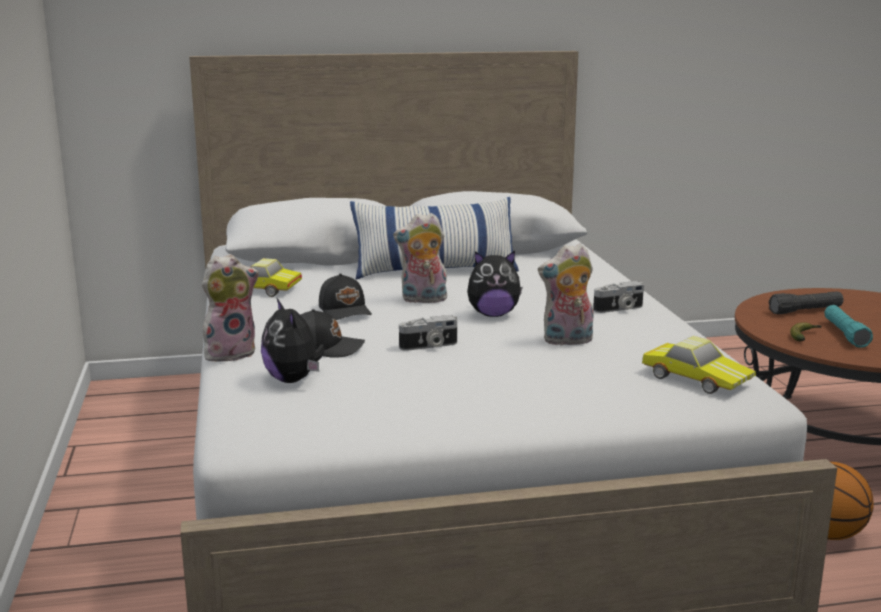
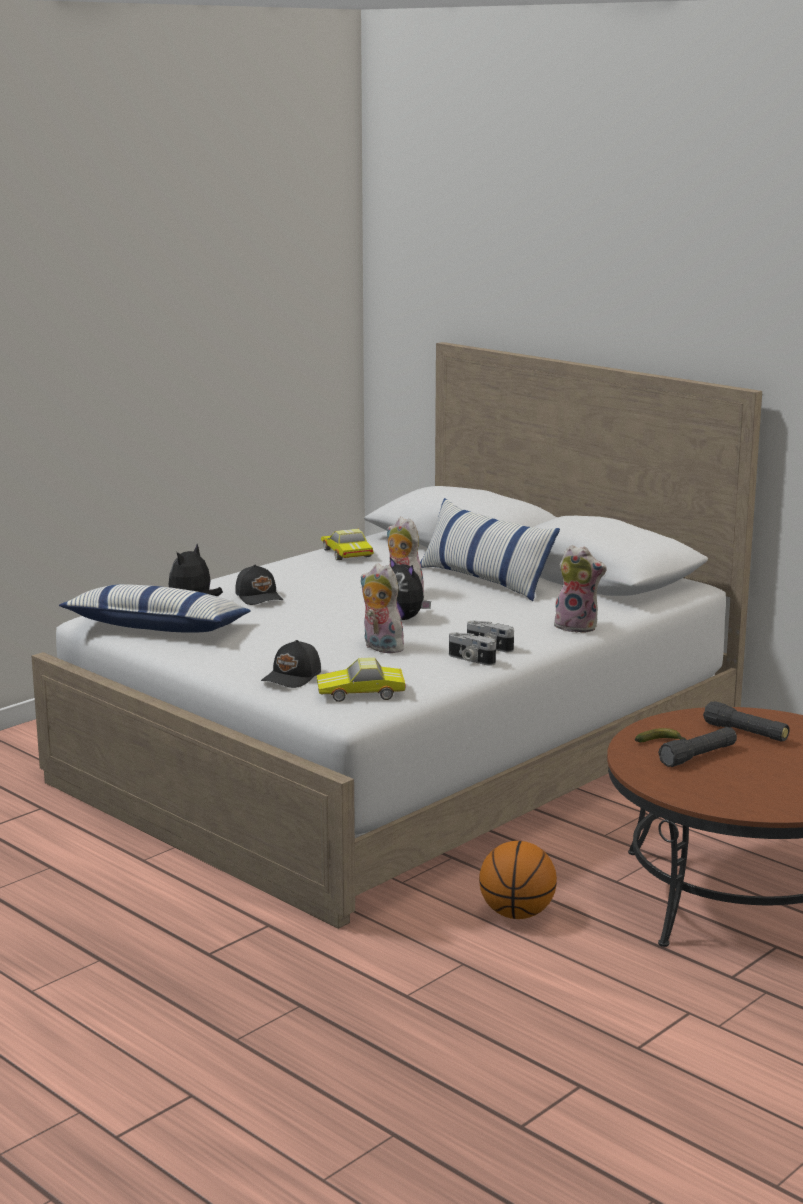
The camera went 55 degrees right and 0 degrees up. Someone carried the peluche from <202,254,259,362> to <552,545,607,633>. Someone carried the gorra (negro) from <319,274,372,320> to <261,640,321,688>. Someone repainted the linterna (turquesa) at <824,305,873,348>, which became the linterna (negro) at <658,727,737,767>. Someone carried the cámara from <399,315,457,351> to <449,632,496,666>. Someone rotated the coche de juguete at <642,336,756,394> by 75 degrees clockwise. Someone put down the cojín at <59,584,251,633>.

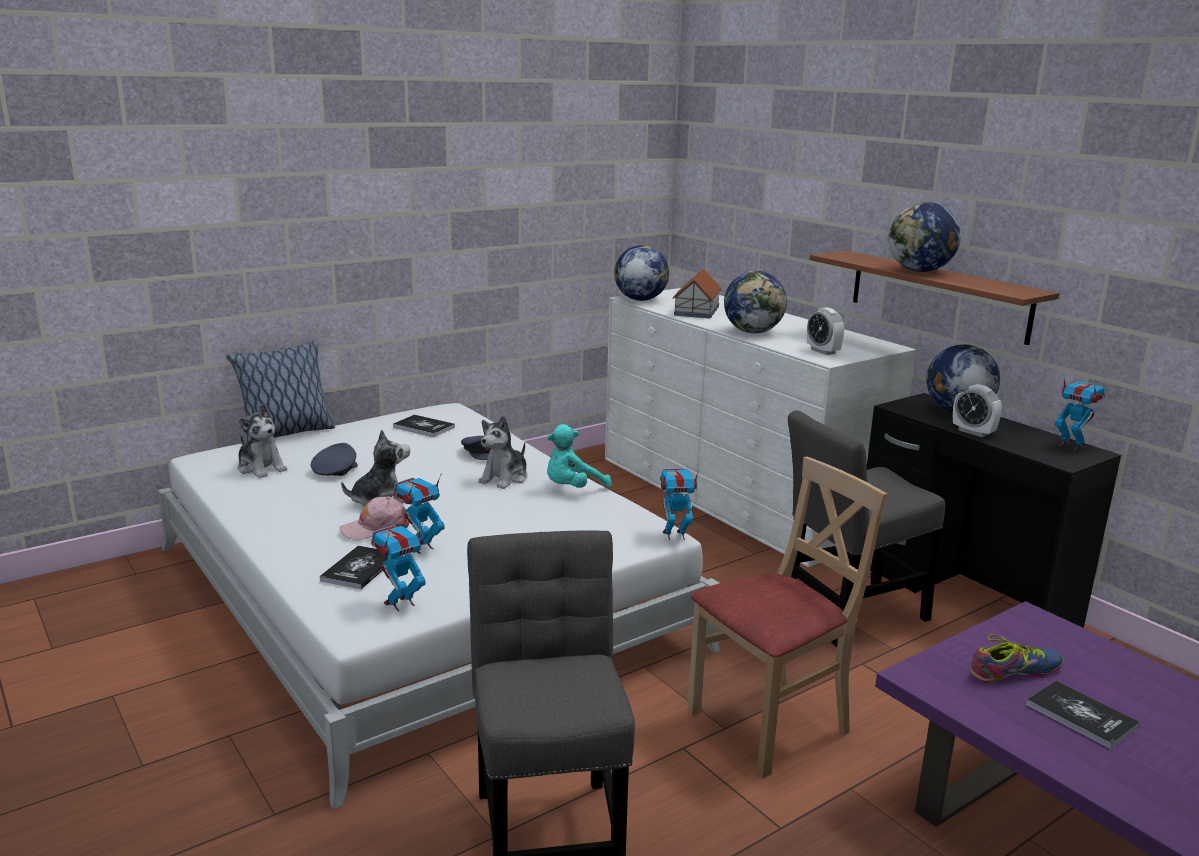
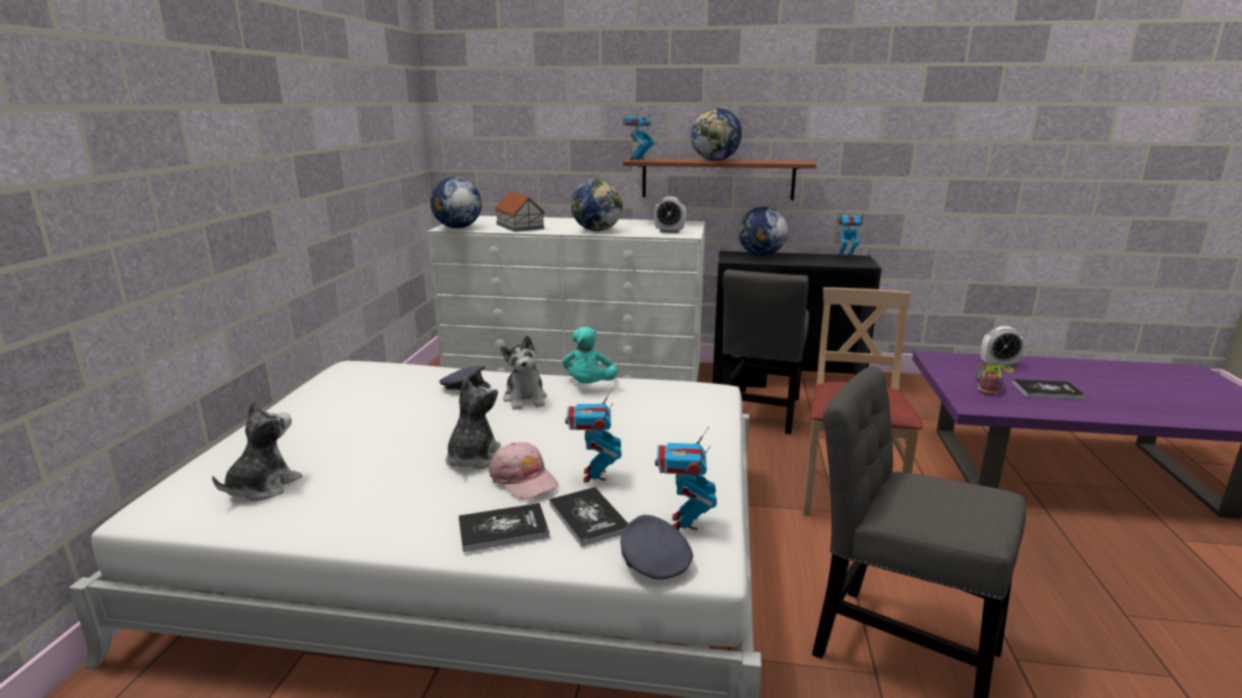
The camera went 45 degrees left and 0 degrees up. Someone took away the cojín at <226,341,335,442>. Someone carried the despertador from <953,384,1002,437> to <981,326,1024,367>. Someone rotated the peluche at <238,404,288,478> by 60 degrees counterclockwise. Someone carried the libro from <393,415,455,437> to <459,503,550,552>. Someone carried the gorra (gris) from <311,443,358,476> to <620,515,693,580>. Someone carried the robot de juguete from <660,468,699,540> to <622,108,654,161>. Someone rotated the gorra (rosa) at <339,496,409,541> by 60 degrees counterclockwise.

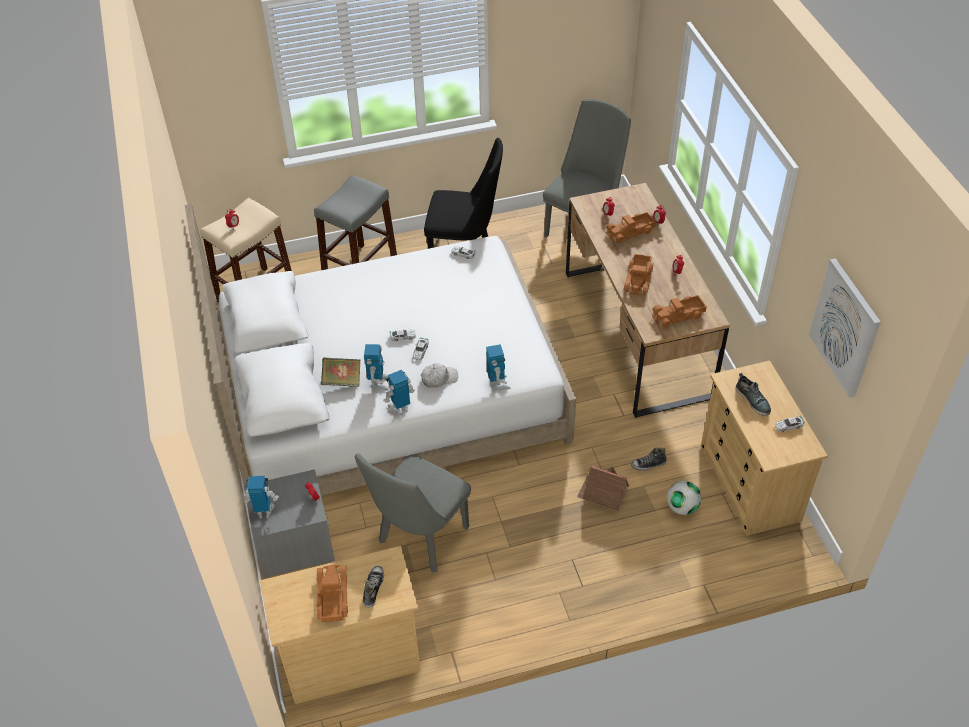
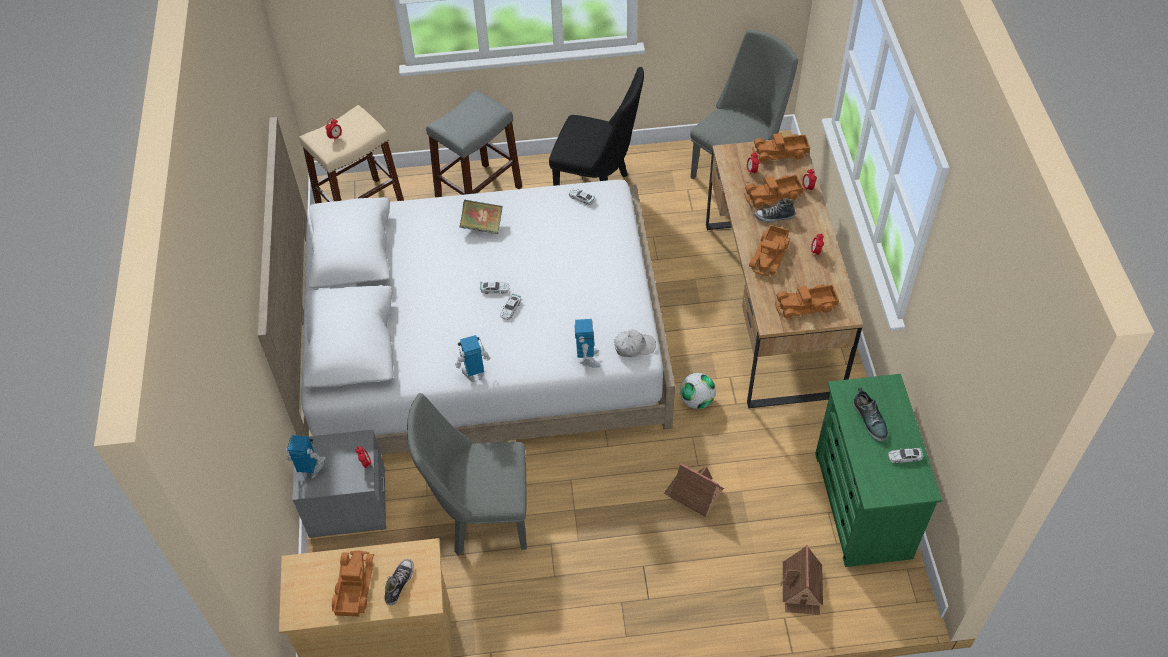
The camera went 10 degrees right and 5 degrees up. Someone took away the cuadro at <809,258,881,398>. Someone took away the robot de juguete at <364,344,389,391>. Someone carried the libro from <321,357,360,387> to <460,199,503,234>. Someone repainted the cómoda (beis) at <701,361,828,536>, which became the cómoda (verde) at <815,374,942,567>. Someone carried the gorra (blanco) from <421,363,458,388> to <614,329,656,357>. Someone carried the zapato from <631,448,667,471> to <754,198,795,223>. Someone rotated the silla (gris) at <355,453,471,573> by 45 degrees clockwise. Someone carried the balón de fútbol from <667,481,701,515> to <680,373,716,409>. Someone put down the camión de juguete at <752,133,810,162>. Someone put down the casita at <781,545,823,615>.

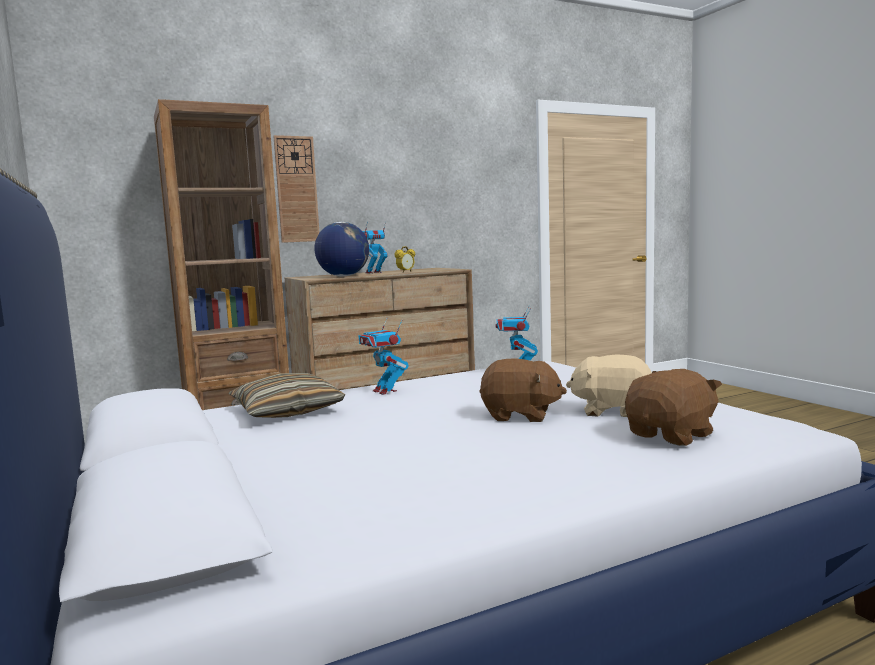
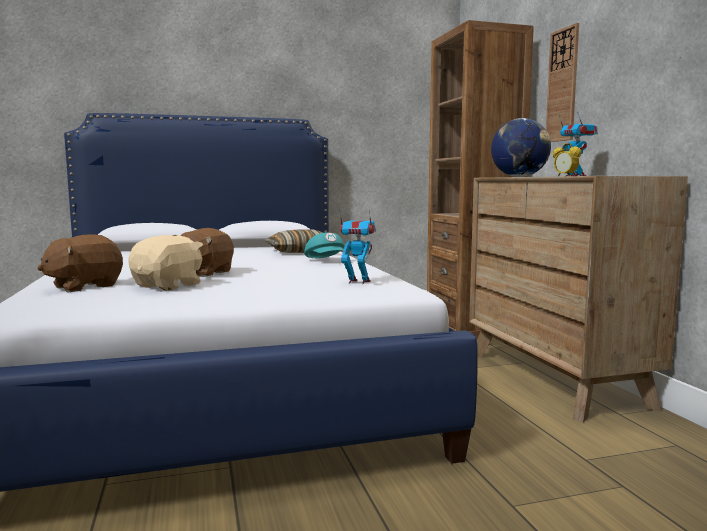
The camera went 100 degrees right and 0 degrees up. Someone swapped the robot de juguete at <358,317,408,395> for the gorra (turquesa) at <304,232,344,258>. Someone rotated the peluche (marrón) at <625,369,722,446> by 75 degrees clockwise.

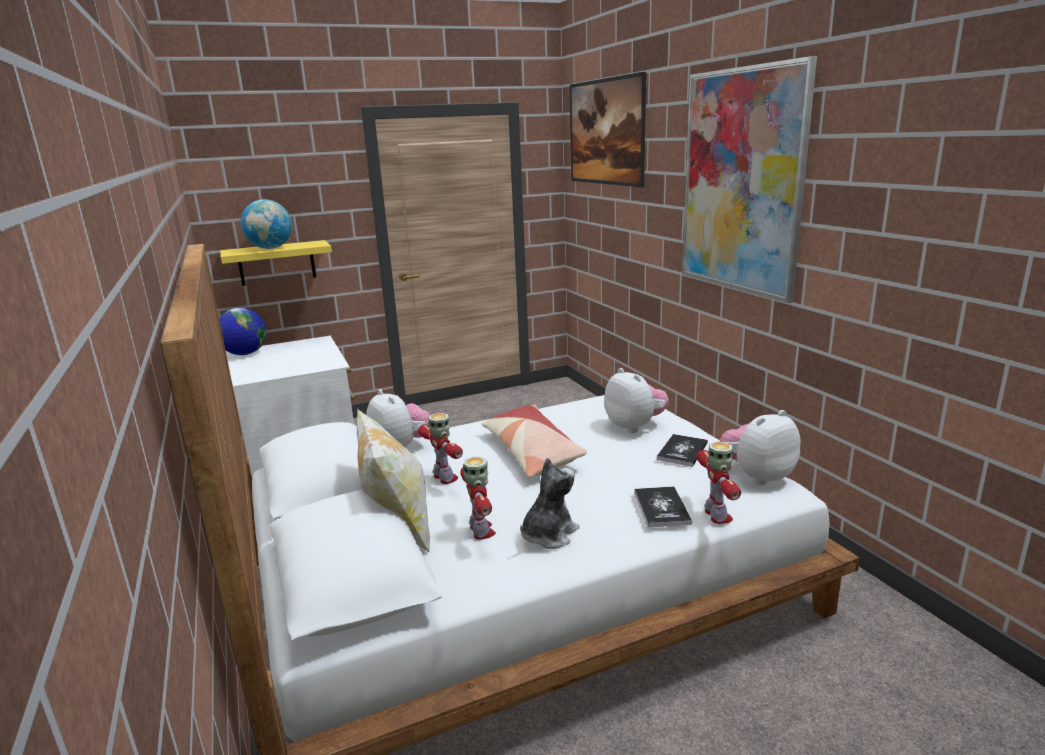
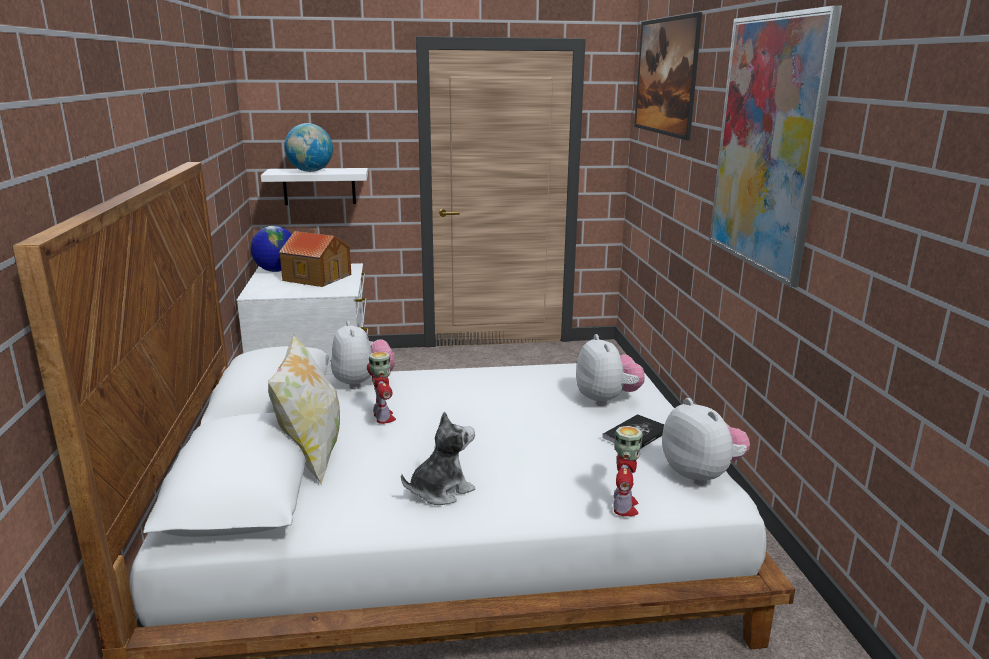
The camera went 15 degrees right and 0 degrees up. Someone repainted the estante (amarillo) at <220,240,332,286>, which became the estante (blanco) at <261,168,368,205>. Someone took away the cojín at <482,404,587,478>. Someone rotated the peluche at <720,410,800,485> by 75 degrees clockwise. Someone took away the robot de juguete at <460,457,496,540>. Someone took away the libro at <634,486,692,528>. Someone put down the casita at <279,228,351,287>.

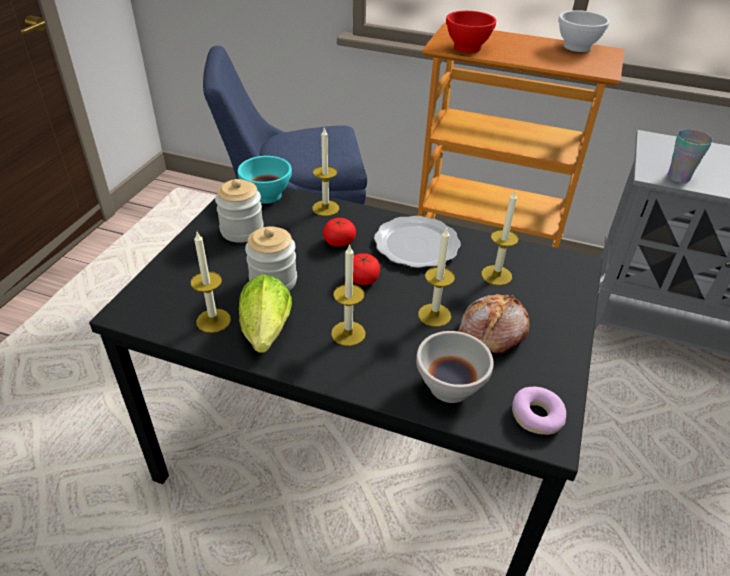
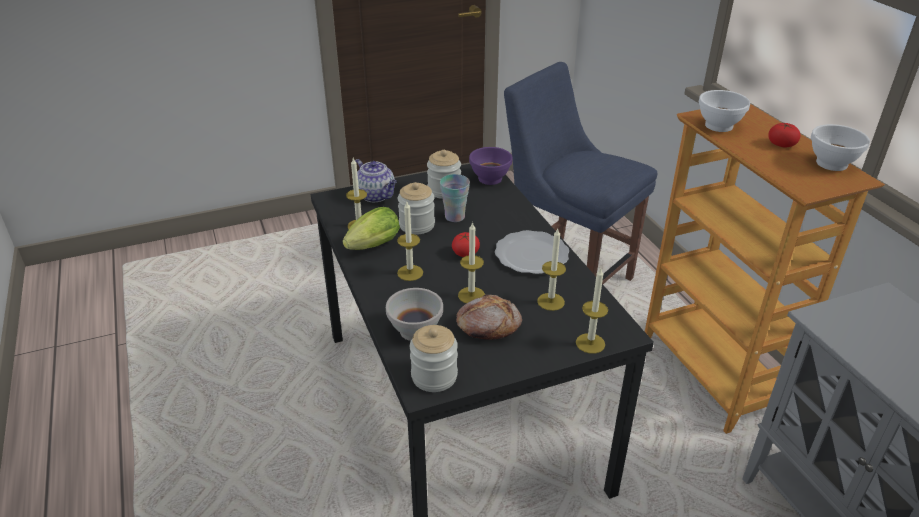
The camera went 50 degrees right and 5 degrees down. Someone repainted the cuenco (rojo) at <446,11,496,53>, which became the cuenco (blanco) at <699,90,750,132>. Someone carried the vela from <312,128,339,216> to <576,268,608,354>. Someone carried the taza from <667,129,713,183> to <440,174,470,222>. Someone repainted the cuenco (turquesa) at <238,156,292,204>, which became the cuenco (morado) at <469,147,512,185>. Someone carried the tomate from <323,218,356,247> to <768,122,800,147>. Someone swapped the rosquilla at <512,387,566,435> for the tarro at <410,325,458,392>. Someone put down the tetera at <355,159,397,202>.

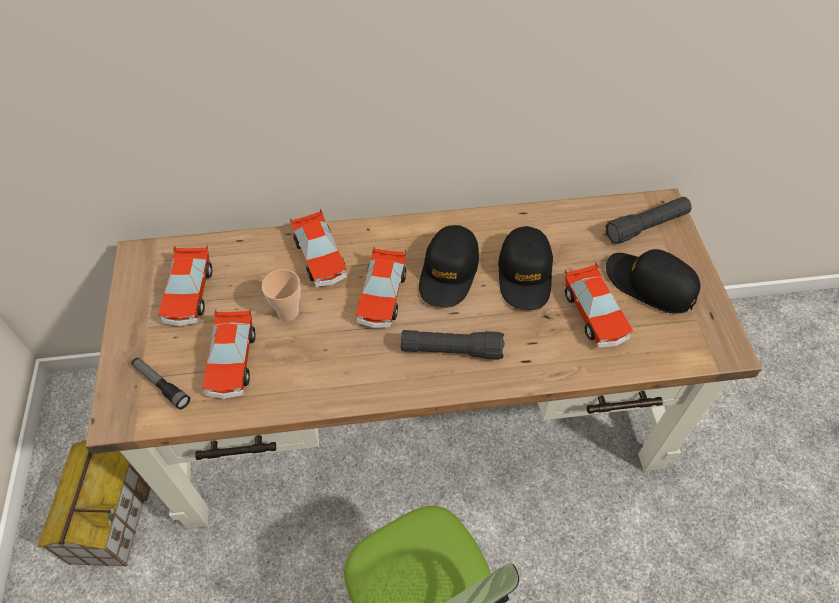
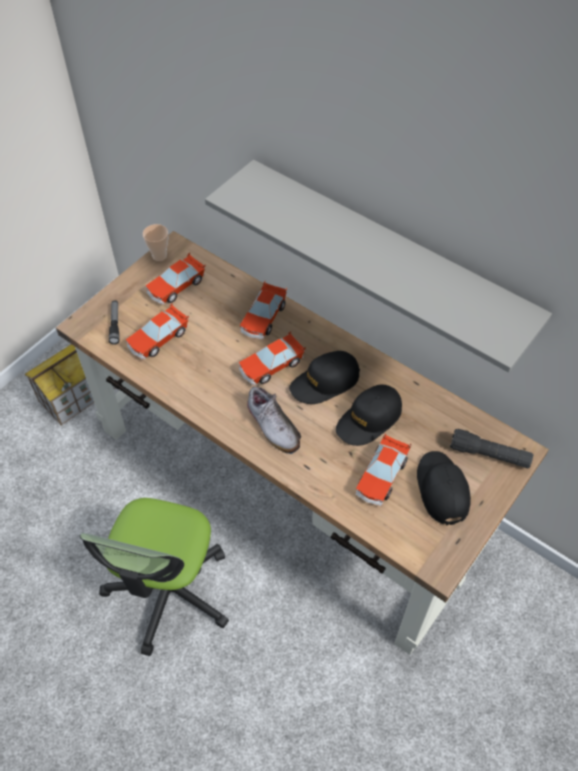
The camera went 45 degrees right and 0 degrees up. Someone carried the taza from <262,269,301,321> to <143,224,168,261>. Someone swapped the linterna (negro) at <401,330,505,360> for the zapato at <247,385,301,454>. Someone put up the estante (gris) at <205,160,552,373>.

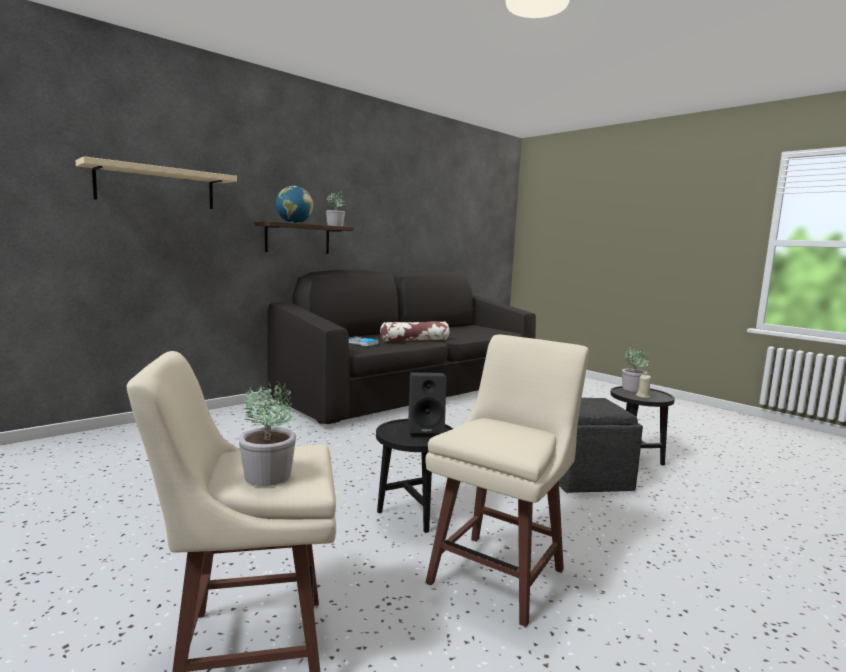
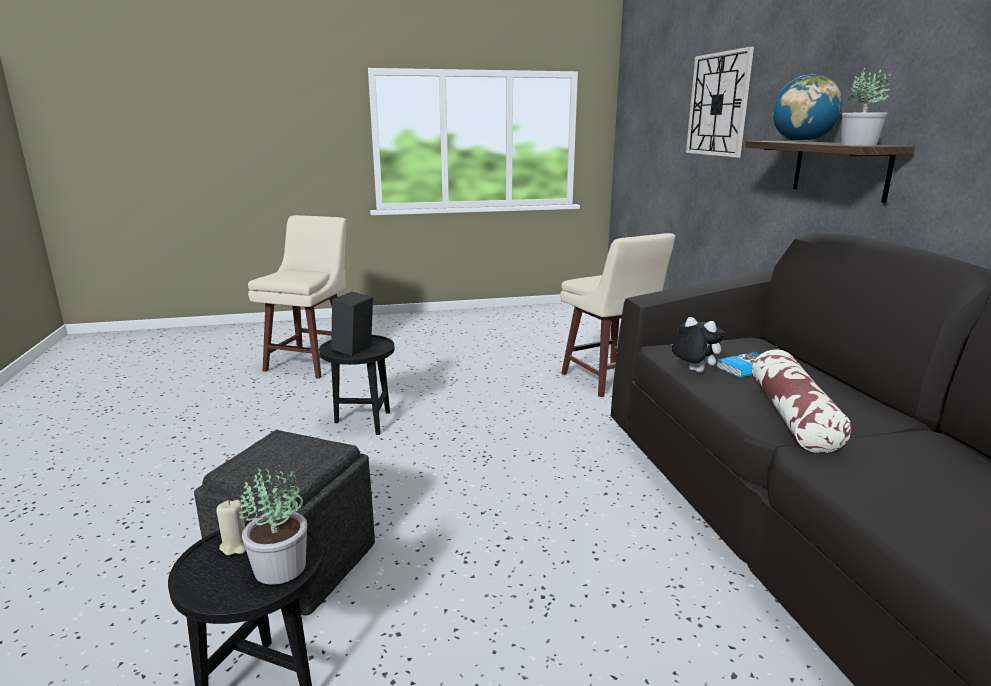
The camera went 120 degrees right and 10 degrees up. Someone swapped the estante (beis) at <76,156,237,209> for the reloj de pared at <686,47,754,158>. Someone carried the taburete (beis) from <425,335,589,627> to <560,233,675,397>. Someone took away the planta en maceta at <239,381,296,486>. Someone put down the peluche at <672,317,725,373>.

